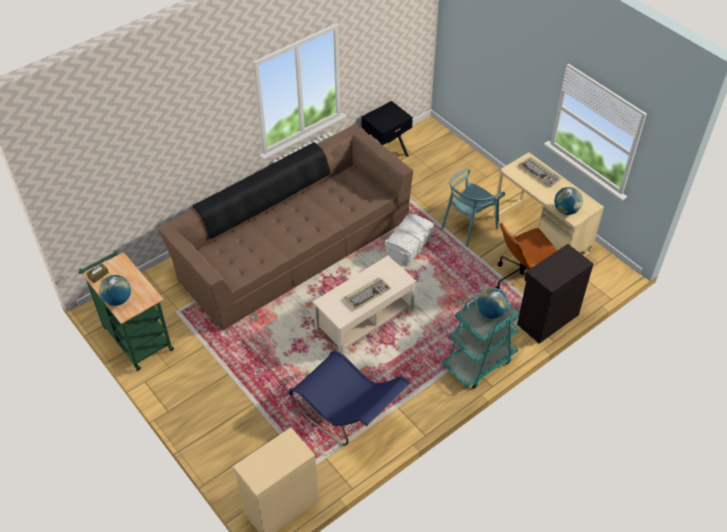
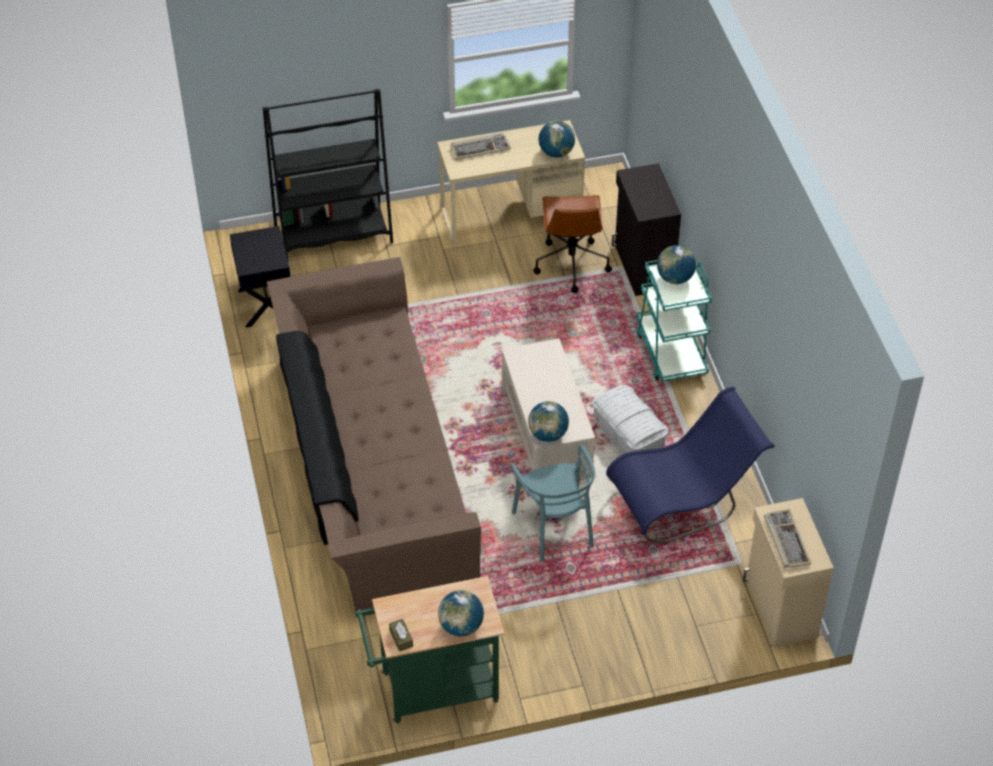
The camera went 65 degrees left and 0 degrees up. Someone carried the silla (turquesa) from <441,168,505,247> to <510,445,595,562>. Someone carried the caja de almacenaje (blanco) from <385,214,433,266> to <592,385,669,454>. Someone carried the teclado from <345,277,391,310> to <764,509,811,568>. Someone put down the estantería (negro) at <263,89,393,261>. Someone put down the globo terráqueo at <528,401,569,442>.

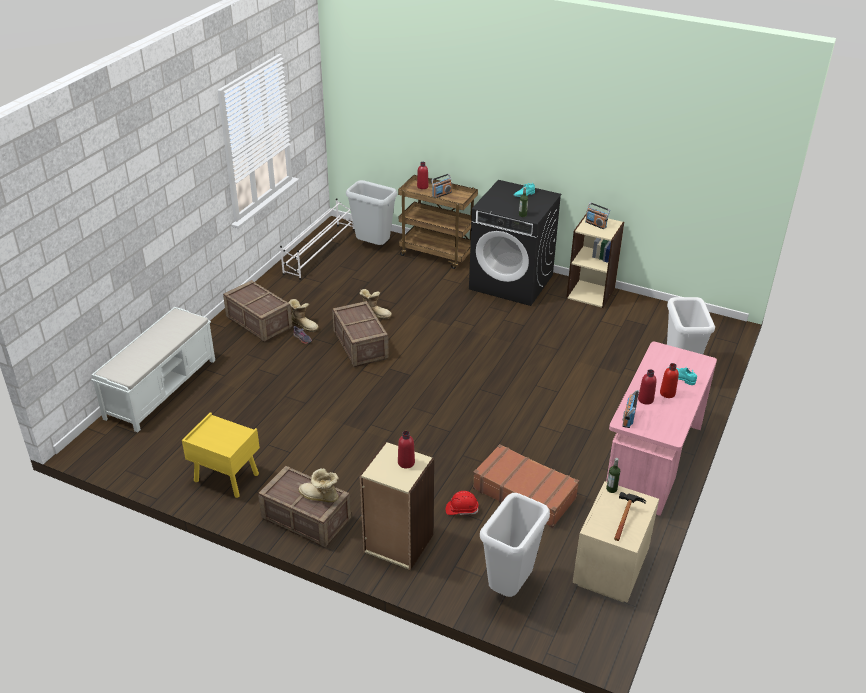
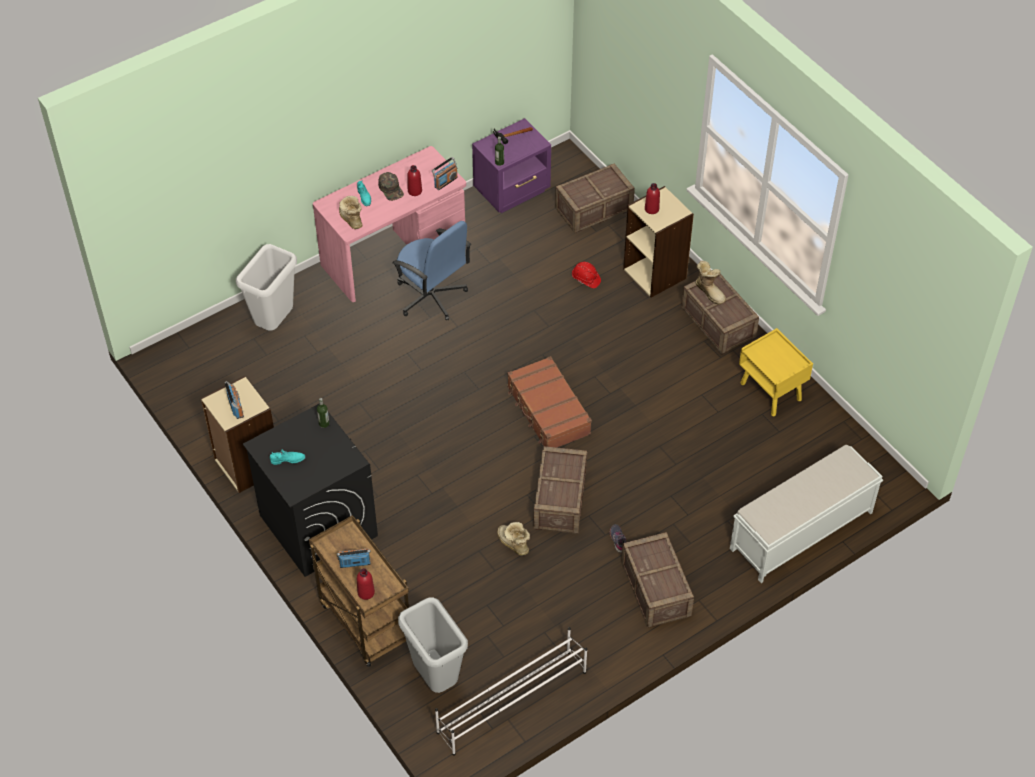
The camera went 150 degrees left and 15 degrees up. Someone carried the bota from <288,299,319,332> to <339,196,363,229>. Someone swapped the botella (rojo) at <660,363,679,398> for the gorra (verde) at <378,172,404,201>. Someone carried the maleta (marrón) from <473,444,579,528> to <507,356,592,448>. Someone repainted the mesita de noche (beis) at <573,481,659,602>, which became the mesita de noche (morado) at <472,118,551,213>. Someone swapped the papelera (blanco) at <480,493,550,597> for the caja de embalaje at <555,164,635,233>. Someone put down the silla de oficina (azul) at <392,221,471,320>.

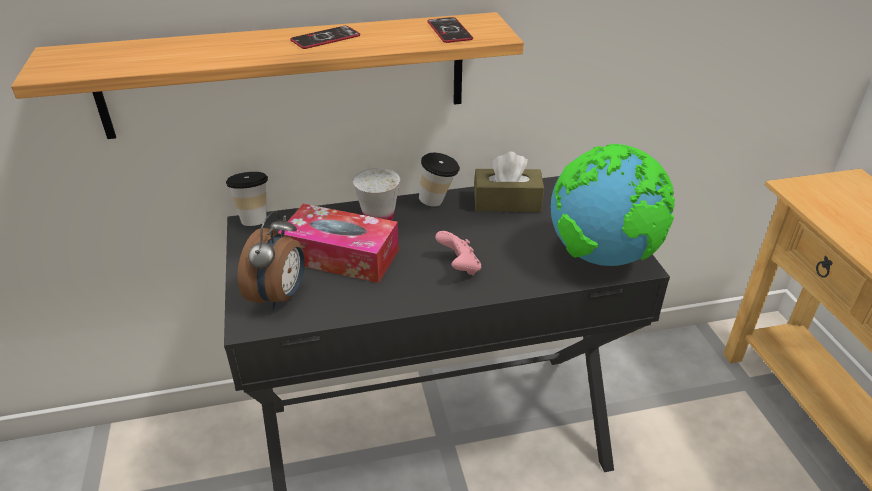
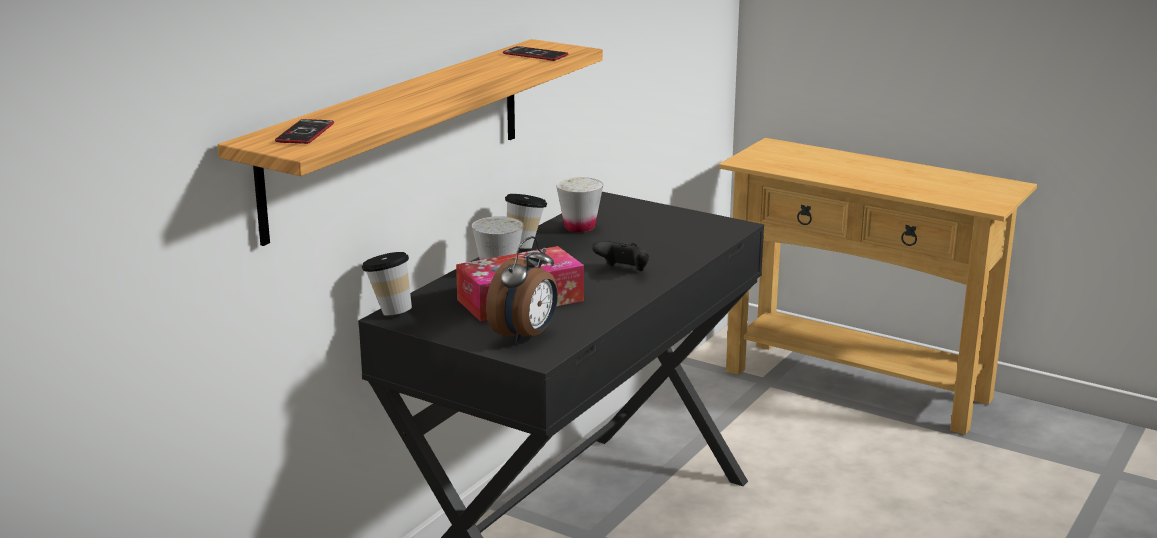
The camera went 45 degrees left and 15 degrees down. Someone carried the móvil from <290,26,360,49> to <275,119,334,144>. Someone took away the globo terráqueo at <551,144,675,266>. Someone swapped the caja de pañuelos (marrón) at <474,152,544,212> for the taza (blanco) at <556,177,603,232>. Someone rotated the despertador at <238,211,305,310> by 60 degrees clockwise. Someone repainted the mando de consola (rosa) at <435,231,481,276>, which became the mando de consola (negro) at <592,241,649,271>.

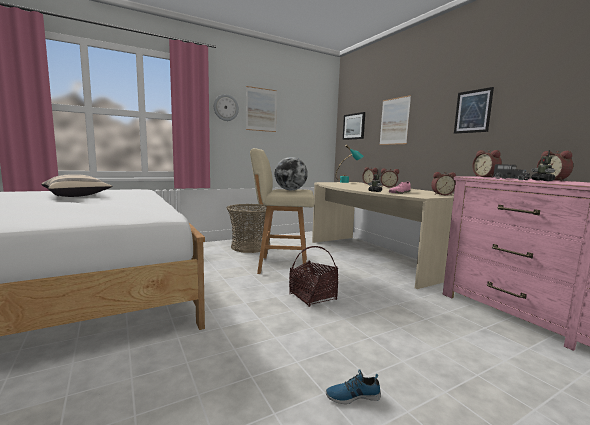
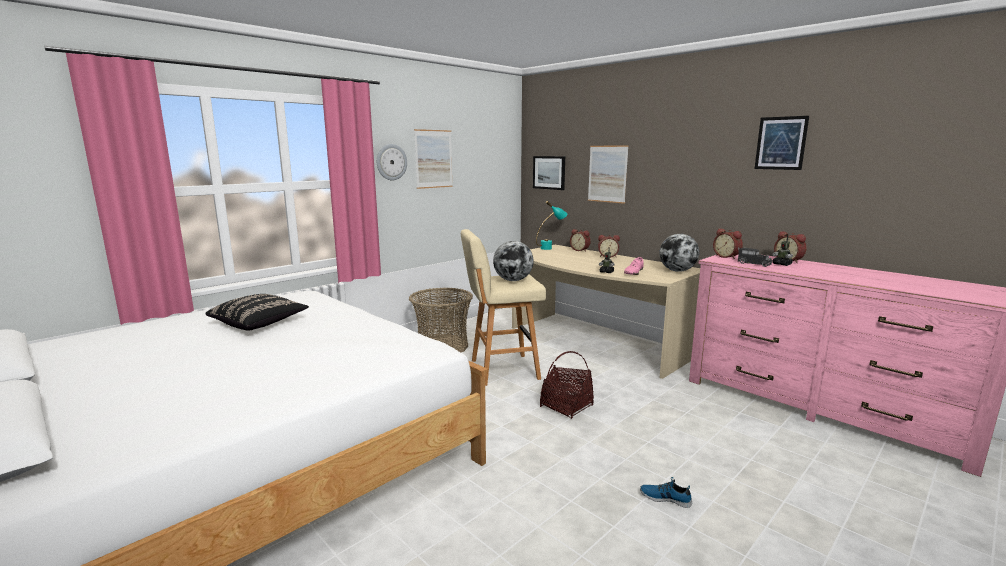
The camera went 15 degrees left and 5 degrees up. Someone carried the cuadro from <454,87,494,134> to <754,116,809,170>. Someone swapped the despertador at <431,172,456,195> for the globo terráqueo at <659,234,699,272>. Someone repainted the cojín (beis) at <42,174,112,197>, which became the cojín (negro) at <205,294,309,330>. Someone rotated the zapato at <326,369,381,404> by 45 degrees clockwise.

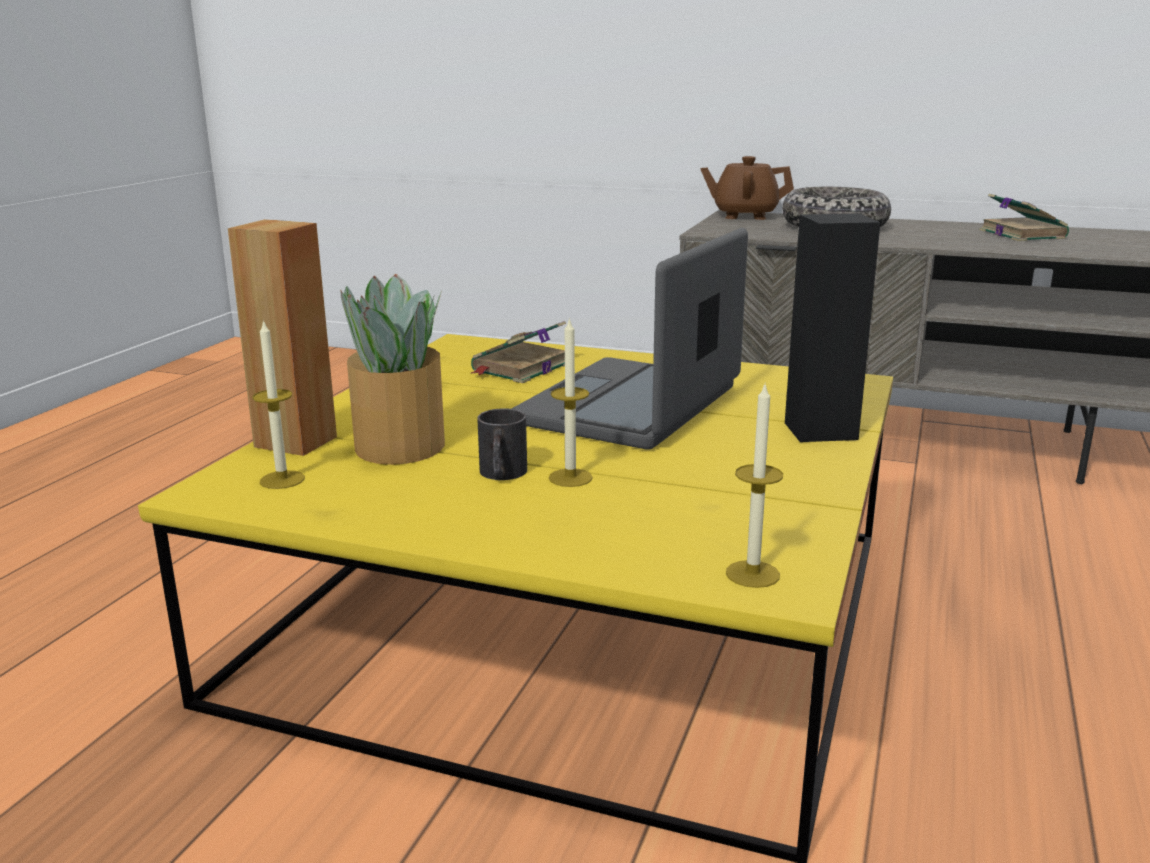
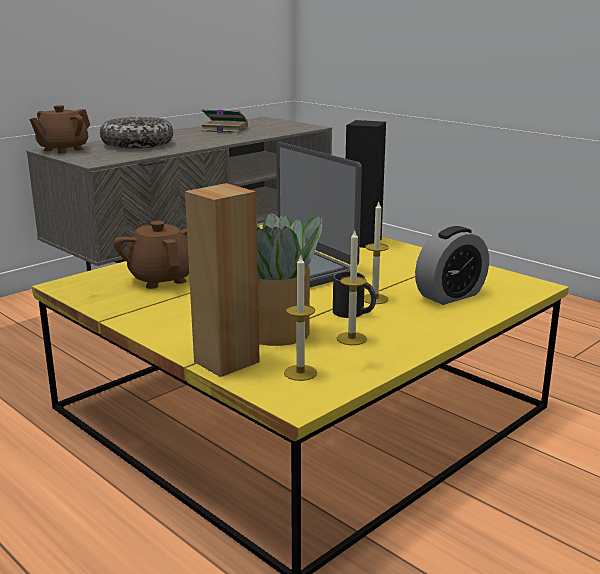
The camera went 65 degrees left and 0 degrees up. Someone swapped the libro at <470,321,566,383> for the tetera (marrón) at <113,221,189,289>. Someone carried the vela from <726,382,783,588> to <337,230,367,345>. Someone put down the despertador at <415,226,489,305>.

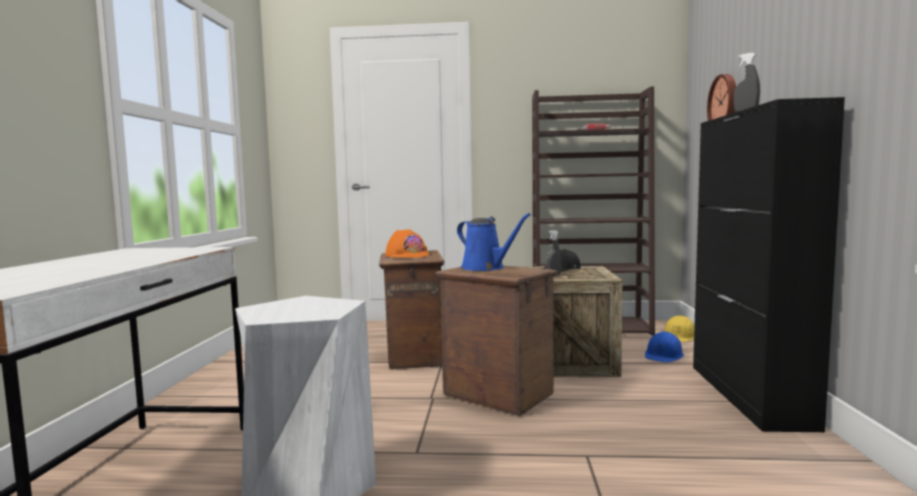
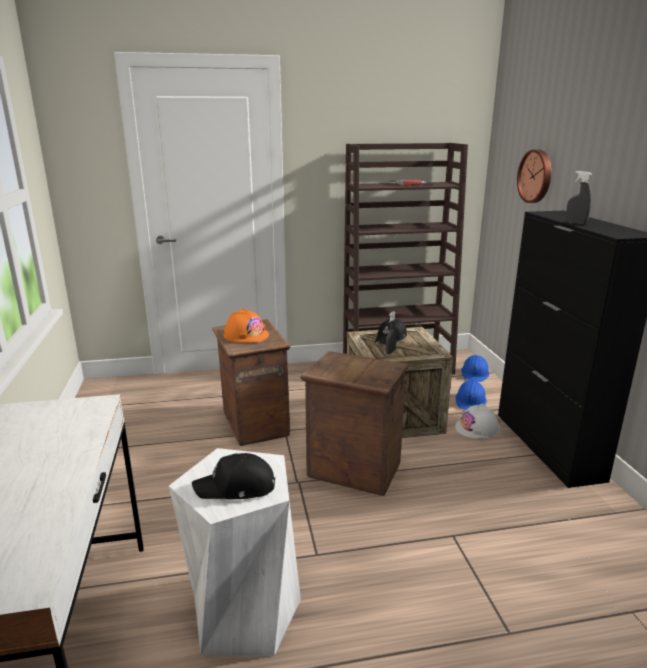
The camera went 15 degrees left and 15 degrees up. Someone took away the regadera (azul) at <457,213,531,271>. Someone repainted the casco (amarillo) at <664,315,694,342>, which became the casco (azul) at <461,355,489,382>. Someone put down the casco (blanco) at <455,404,500,439>. Someone put down the gorra (negro) at <192,453,275,500>.

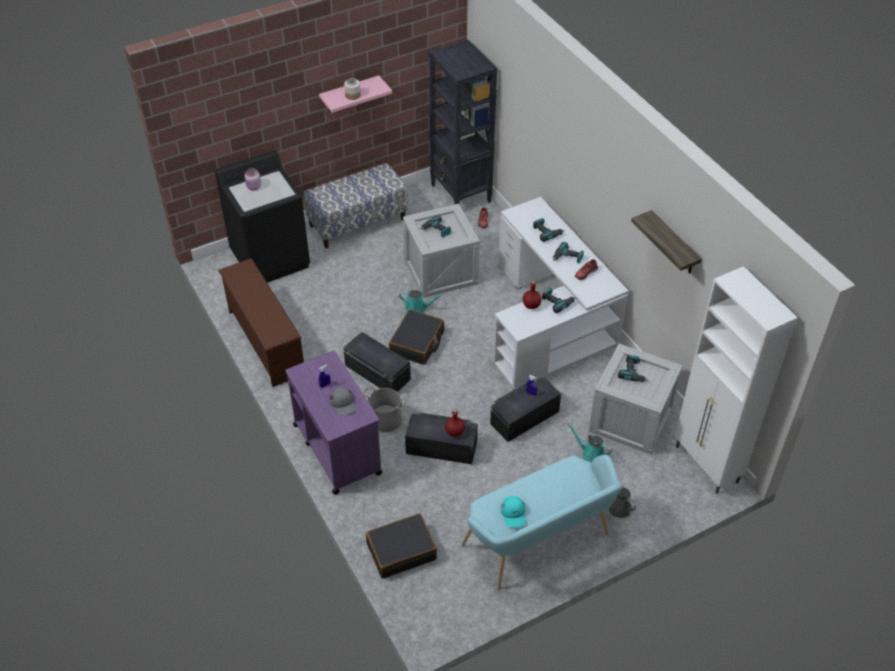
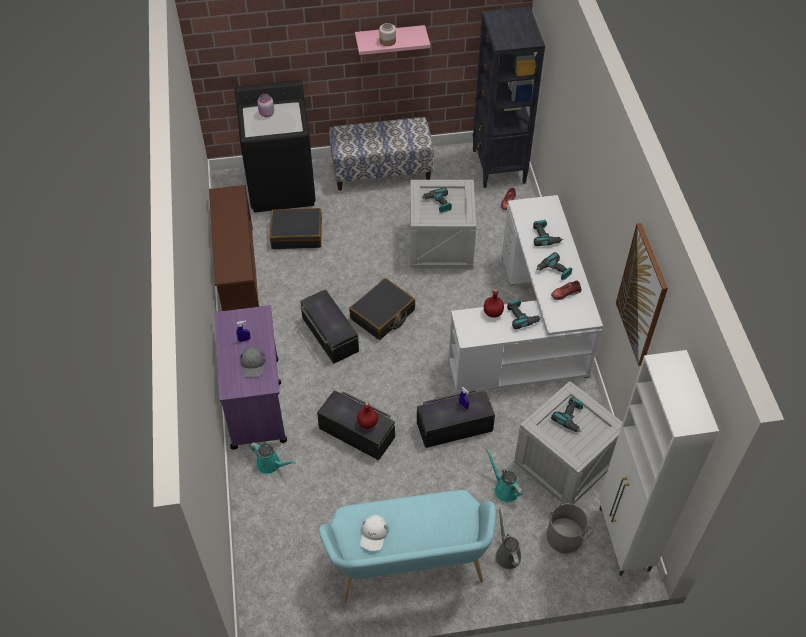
The camera went 20 degrees right and 5 degrees up. Someone swapped the estante at <631,210,702,273> for the cuadro at <616,223,668,366>. Someone carried the regadera (turquesa) from <399,290,444,313> to <249,442,296,474>. Someone carried the cubo (gris) from <363,386,407,432> to <546,498,594,554>. Someone repainted the gorra (turquesa) at <501,496,526,528>, which became the gorra (blanco) at <360,515,388,551>. Someone carried the maleta (negro) from <366,513,437,579> to <270,208,322,249>.

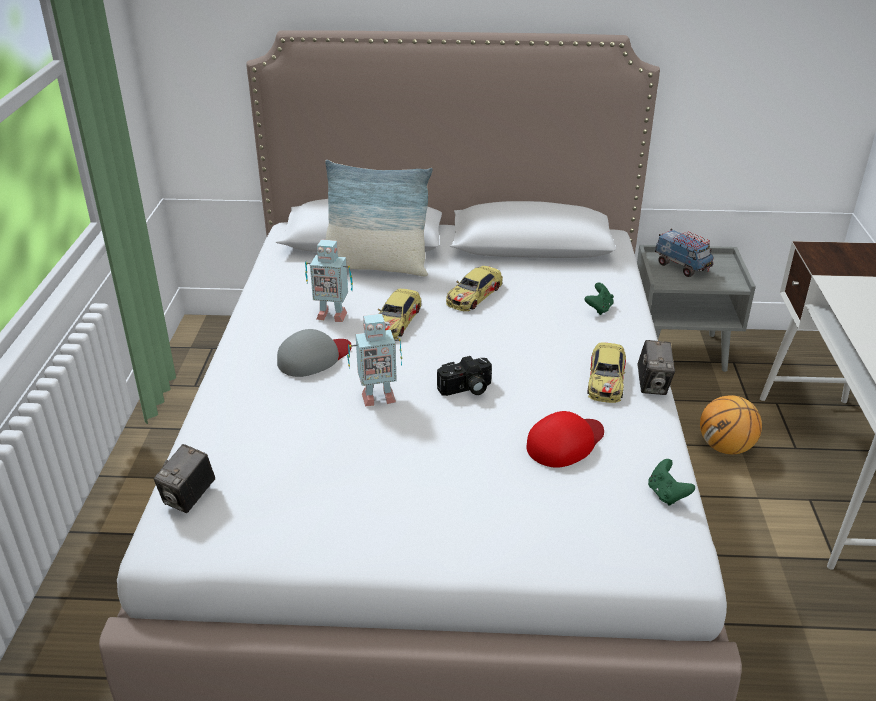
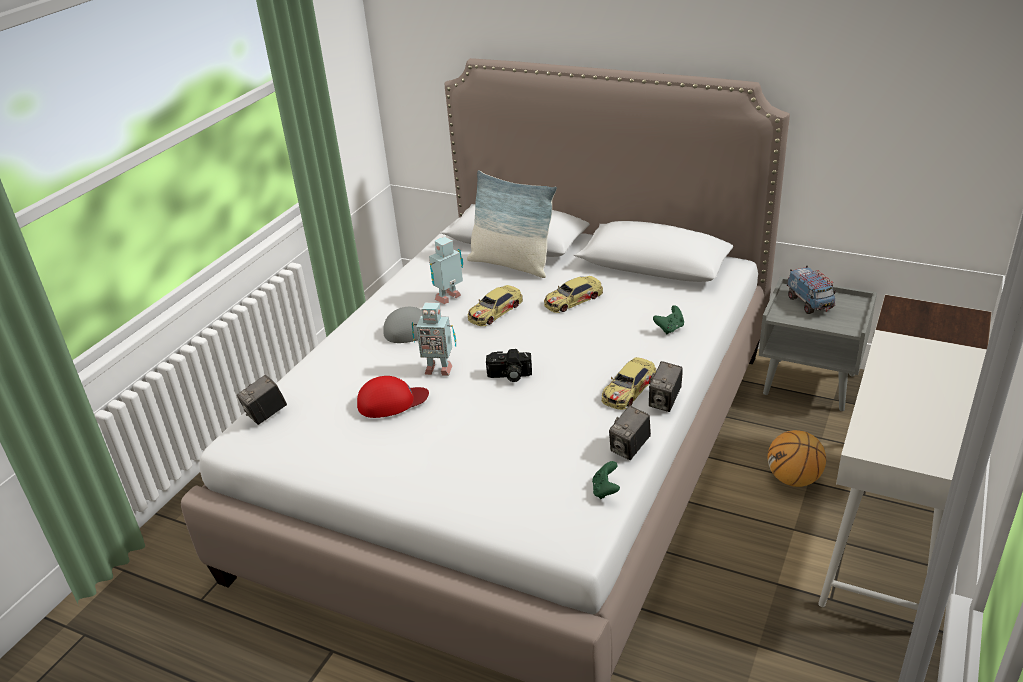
The camera went 25 degrees right and 0 degrees up. Someone rotated the robot de juguete at <305,239,353,322> by 105 degrees clockwise. Someone carried the gorra (rojo) from <526,411,604,468> to <357,376,429,418>. Someone put down the cámara at <609,405,651,460>.

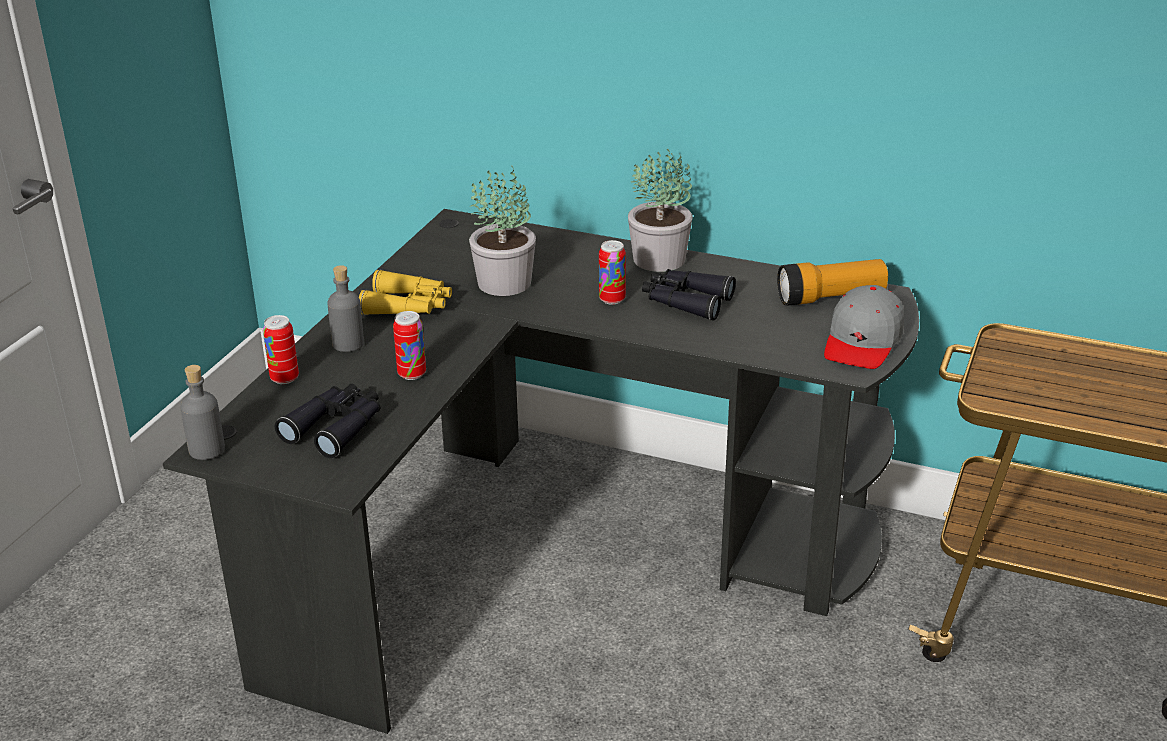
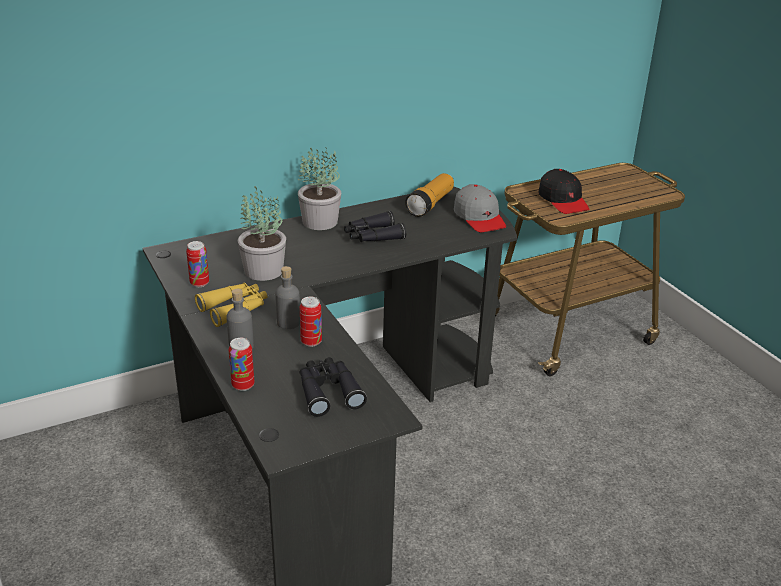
The camera went 50 degrees left and 0 degrees up. Someone carried the lata from <599,240,626,305> to <186,241,209,287>. Someone carried the botella (gris) from <180,365,225,460> to <275,266,300,329>. Someone put down the gorra (negro) at <538,169,589,214>.

